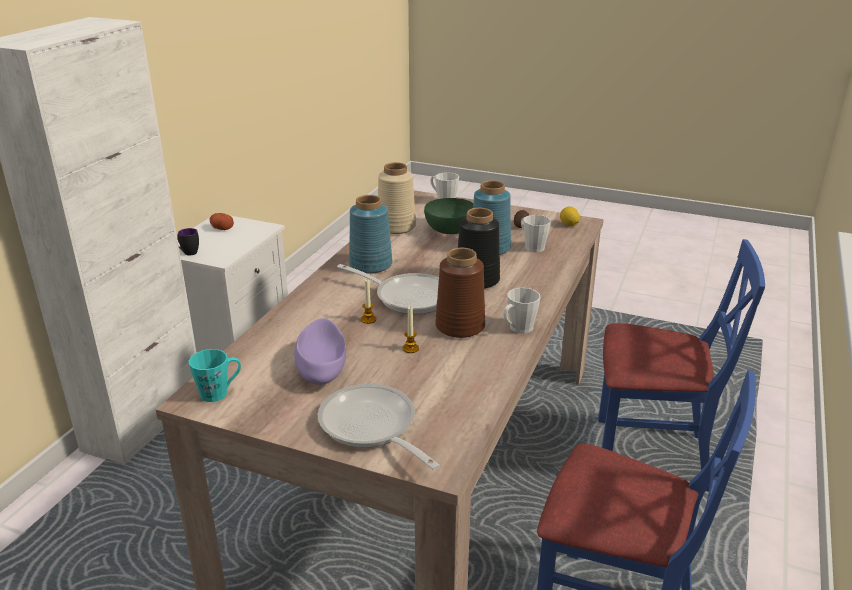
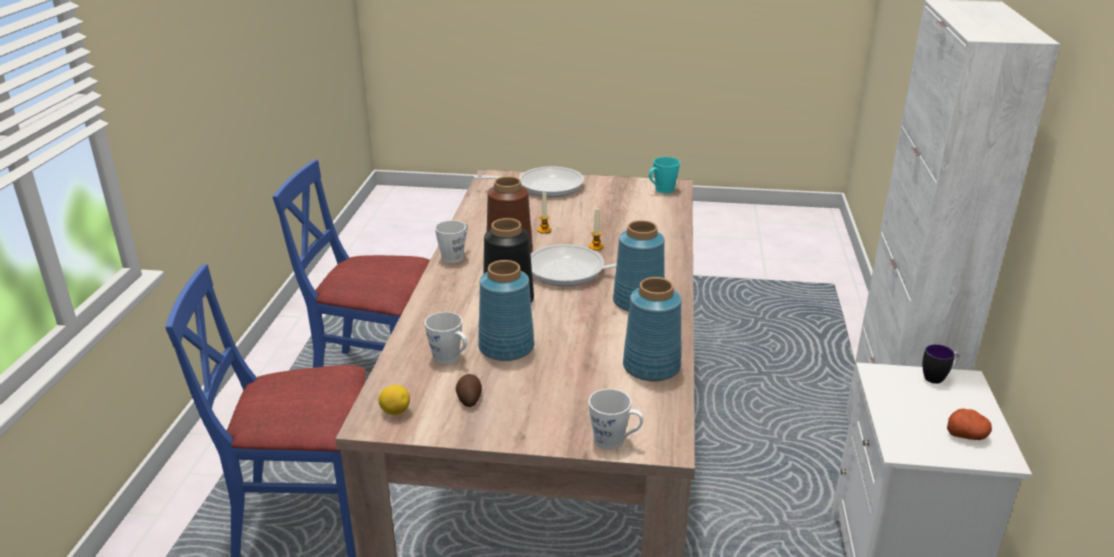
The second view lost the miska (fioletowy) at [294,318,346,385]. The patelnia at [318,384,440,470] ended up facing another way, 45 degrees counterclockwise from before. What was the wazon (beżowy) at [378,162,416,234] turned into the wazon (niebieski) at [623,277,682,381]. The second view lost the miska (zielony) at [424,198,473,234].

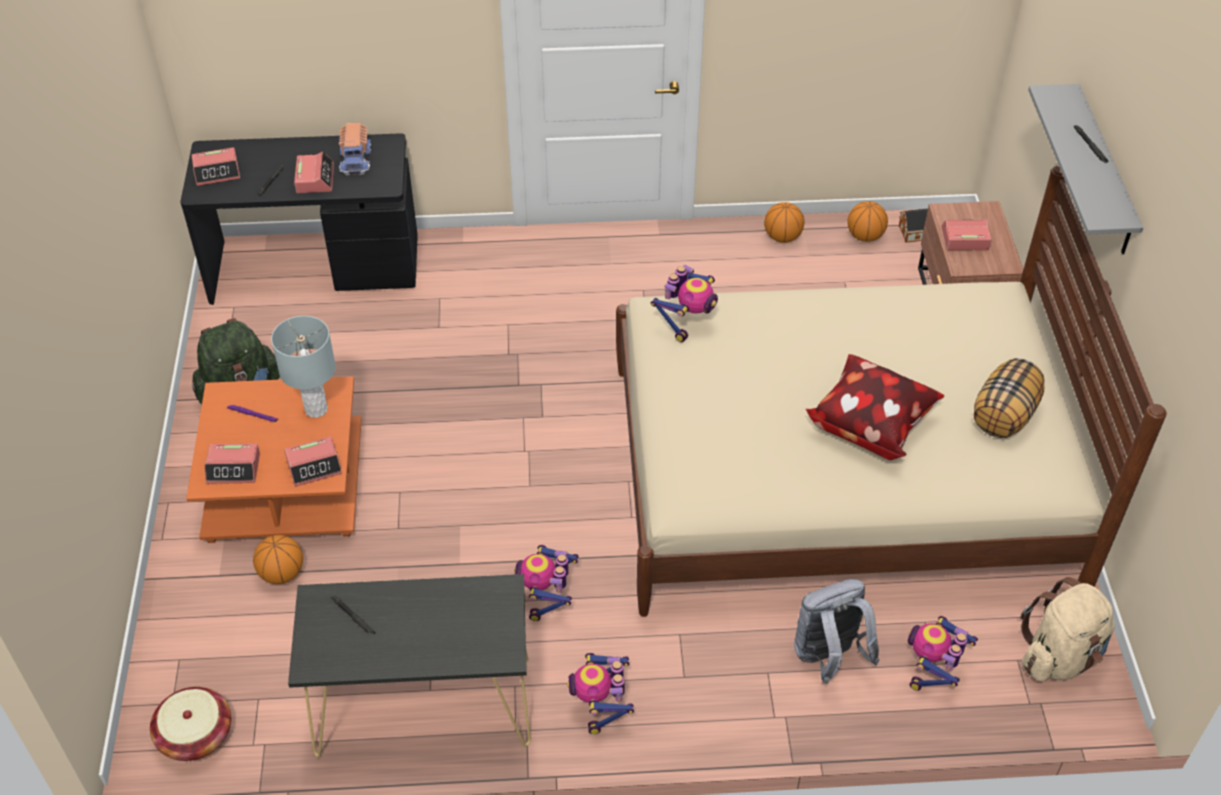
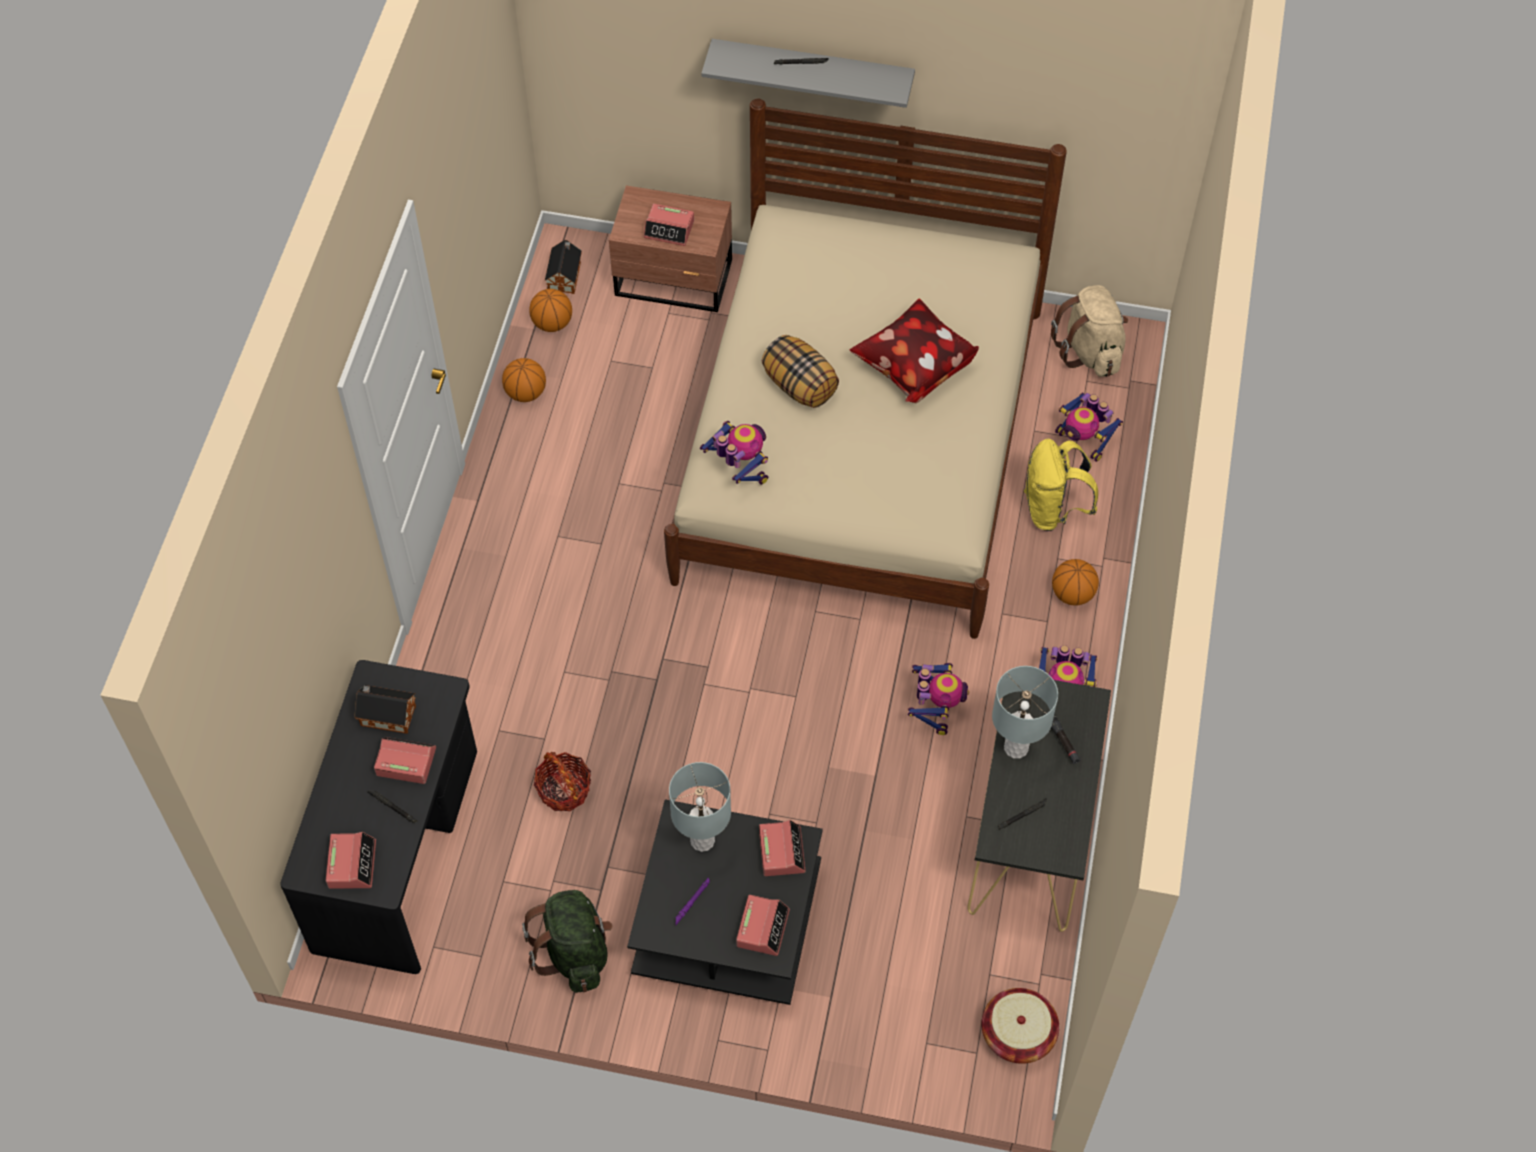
What was the ława (pomarańczowy) at [186,376,362,543] turned into the ława (czarny) at [627,799,823,1005]. The piłka do koszykówki ended up elsewhere, having gone from [253,535,303,584] to [1052,559,1099,606]. Where the ciężarówka zabawkowa stood at [339,123,371,175], the domek came to stand at [354,685,416,734]. The robot zabawkowy at [514,544,579,621] ended up facing another way, 105 degrees counterclockwise from before. What was the plecak (szary) at [794,579,880,684] turned into the plecak (żółty) at [1024,439,1098,531]. The budzik at [942,220,992,250] ended up facing another way, 90 degrees counterclockwise from before. The poduszka ended up elsewhere, having gone from [974,358,1045,438] to [762,335,839,408]. The second view gained the koszyk at [534,752,591,811]. The second view gained the lampa stołowa (szary) at [992,666,1058,758]. The second view gained the latarka (czarny) at [1044,711,1081,765].

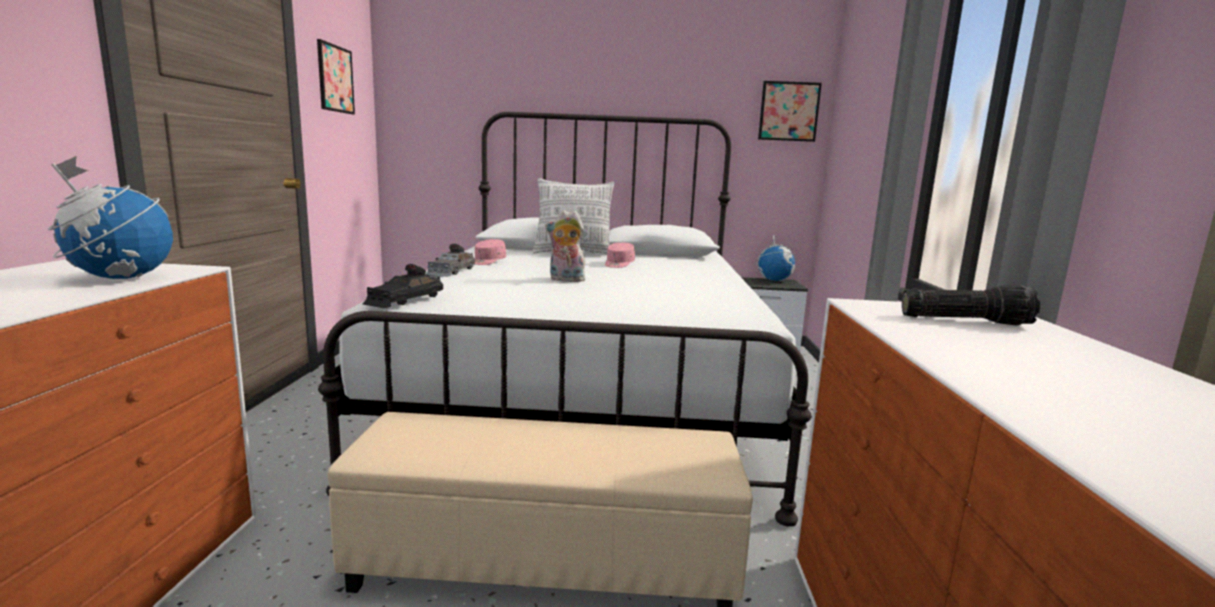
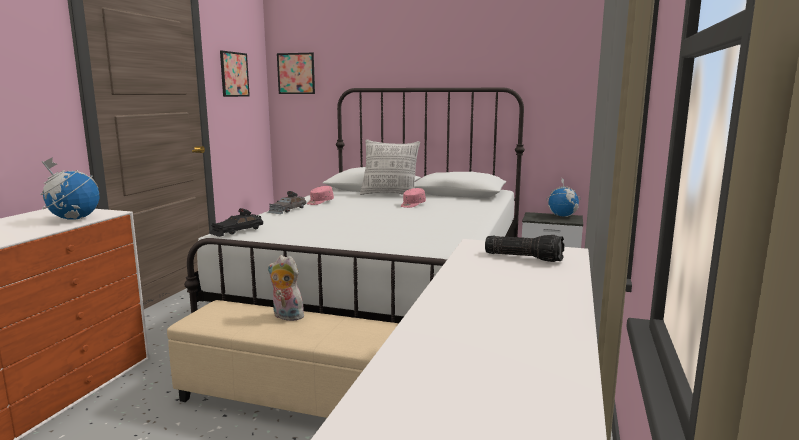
The pluszak ended up elsewhere, having gone from [545,210,585,282] to [268,255,304,321]. The obraz ended up elsewhere, having gone from [758,81,822,142] to [277,53,315,94].

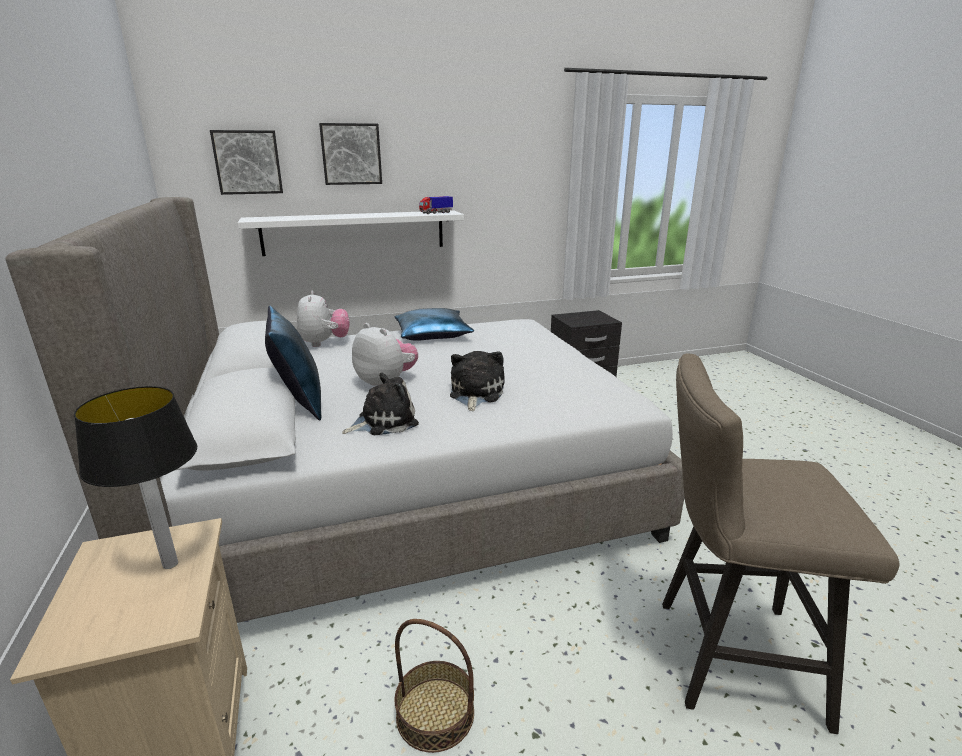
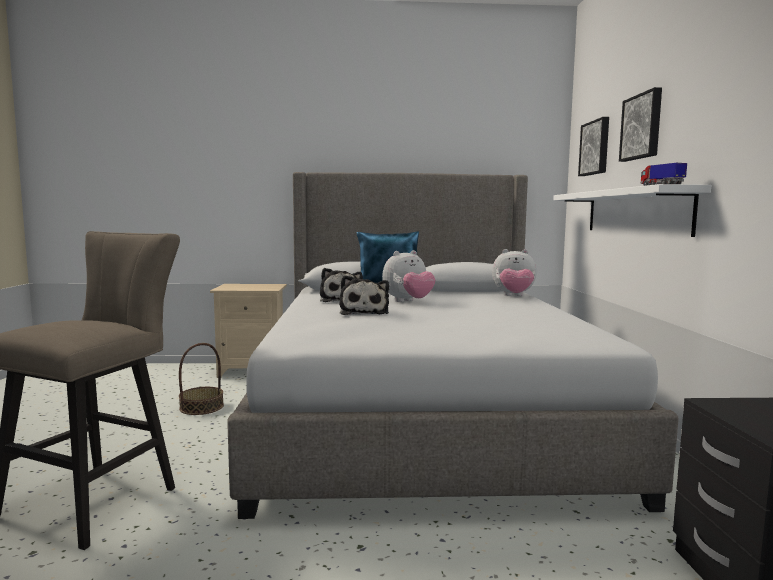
The second view lost the lampa stołowa at [74,386,197,569]. The second view lost the poduszka (niebieski) at [394,308,474,341]. The pluszak at [450,351,505,411] ended up facing another way, 60 degrees clockwise from before.

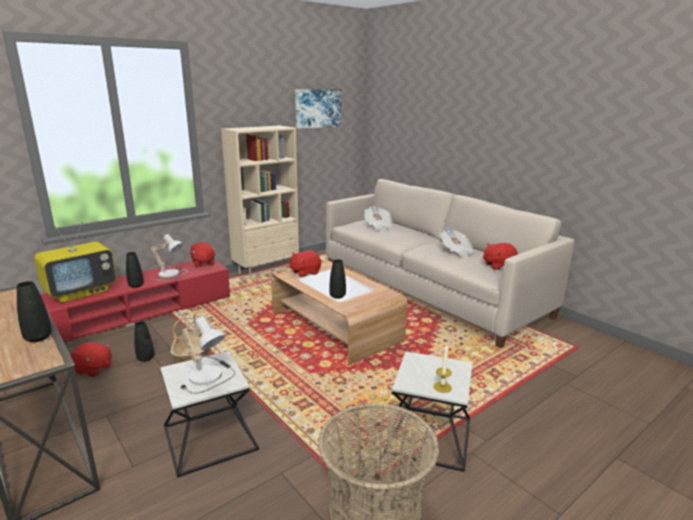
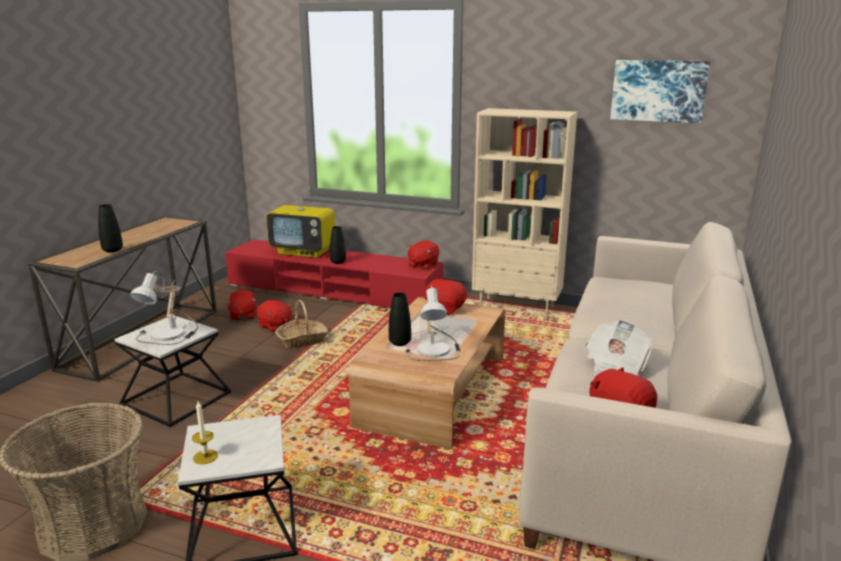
Where the wazon (czarny) stood at [134,321,154,362], the pluszak (czerwony) came to stand at [256,300,292,332]. The lampa stołowa ended up elsewhere, having gone from [150,234,188,281] to [406,286,461,361]. The second view lost the gazeta at [364,206,393,231].

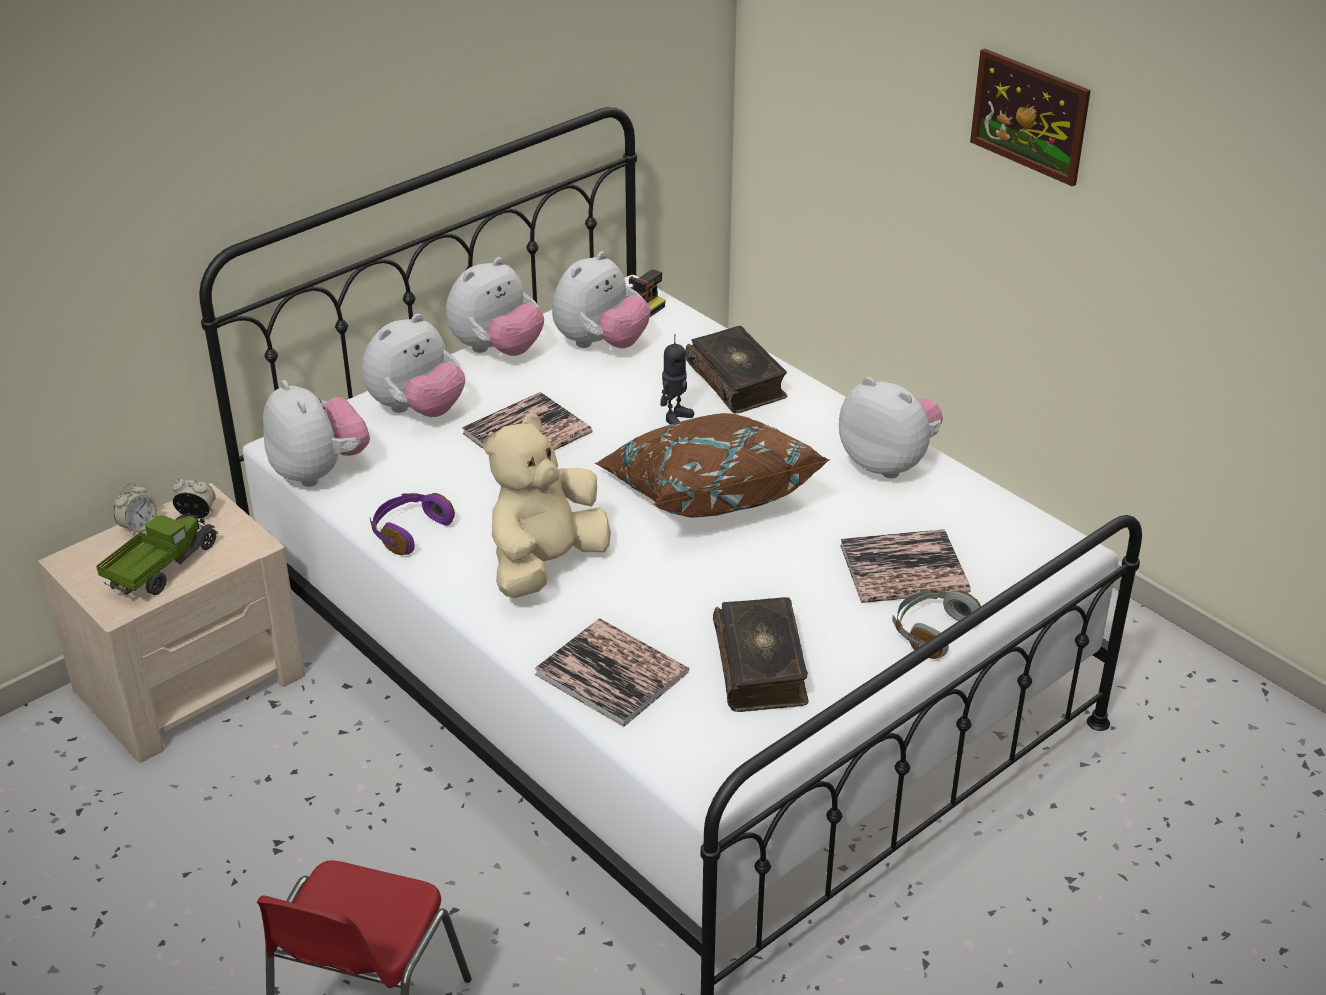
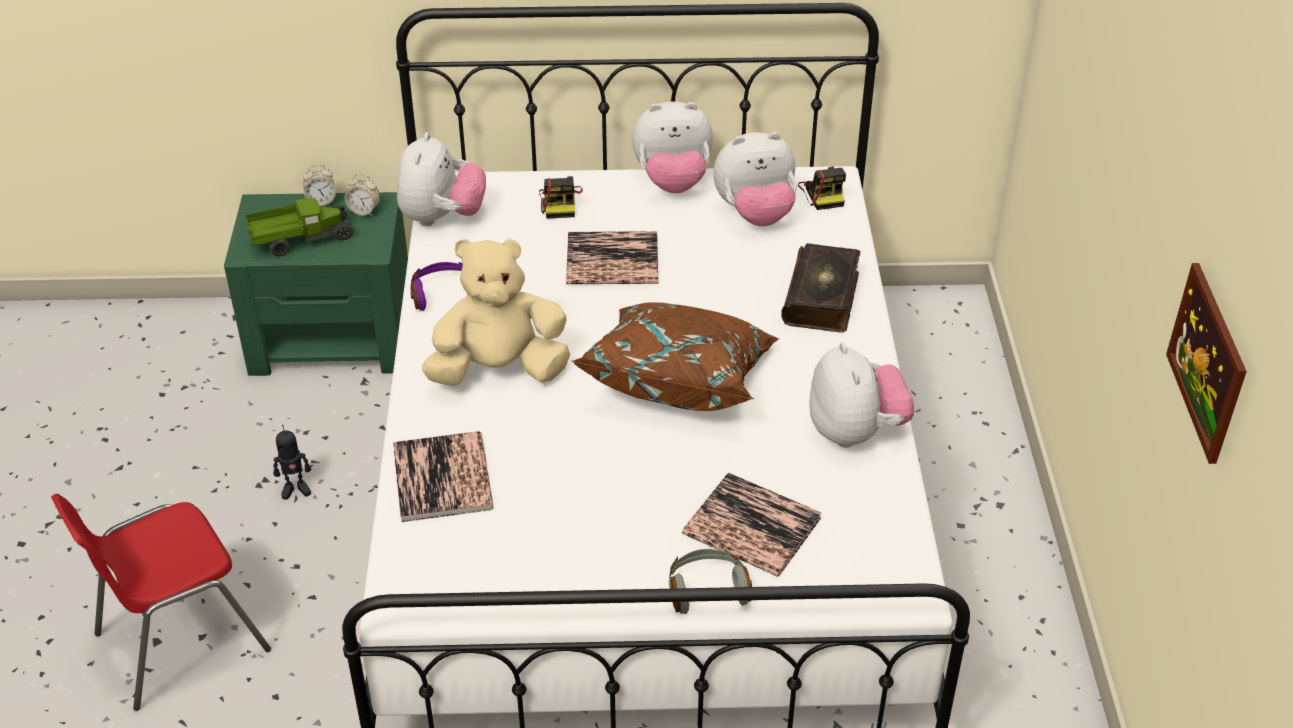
What was the szafka nocna (beżowy) at [38,483,305,763] turned into the szafka nocna (zielony) at [224,192,408,376]. The budzik at [172,477,216,519] ended up facing another way, 150 degrees clockwise from before. Where the pluszak stood at [362,314,465,417], the aparat fotograficzny came to stand at [539,176,583,219]. The robot zabawkowy ended up elsewhere, having gone from [660,334,694,424] to [273,425,311,500]. The second view lost the książka at [713,597,809,712]. The obraz ended up elsewhere, having gone from [970,48,1091,187] to [1166,263,1247,464].

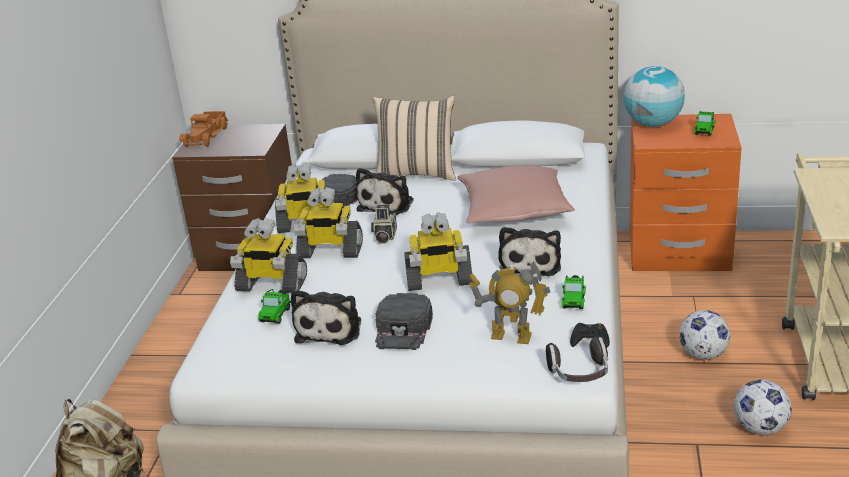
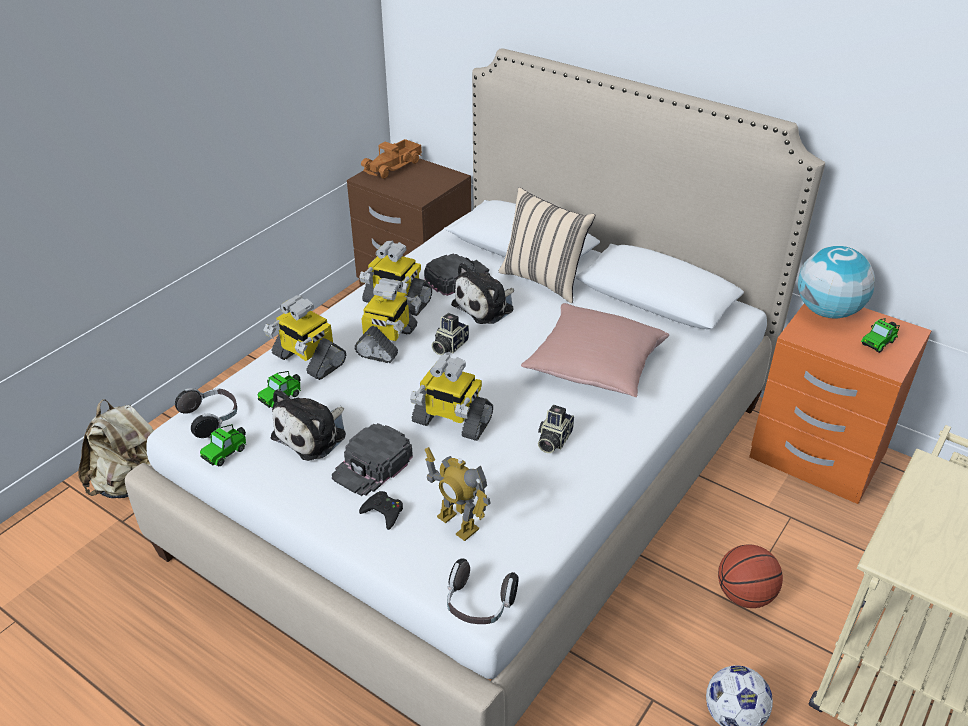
The robot zabawkowy at [294,187,363,258] ended up facing another way, 105 degrees counterclockwise from before. Where the pluszak stood at [498,227,561,276], the aparat fotograficzny came to stand at [538,405,574,453]. The samochodzik ended up elsewhere, having gone from [561,275,586,309] to [200,424,246,466]. The pad do gier (czarny) ended up elsewhere, having gone from [570,323,610,347] to [359,491,403,530]. Where the piłka futbolowa stood at [679,310,730,360], the piłka do koszykówki came to stand at [718,544,783,608]. The second view gained the słuchawki at [175,388,237,438].

